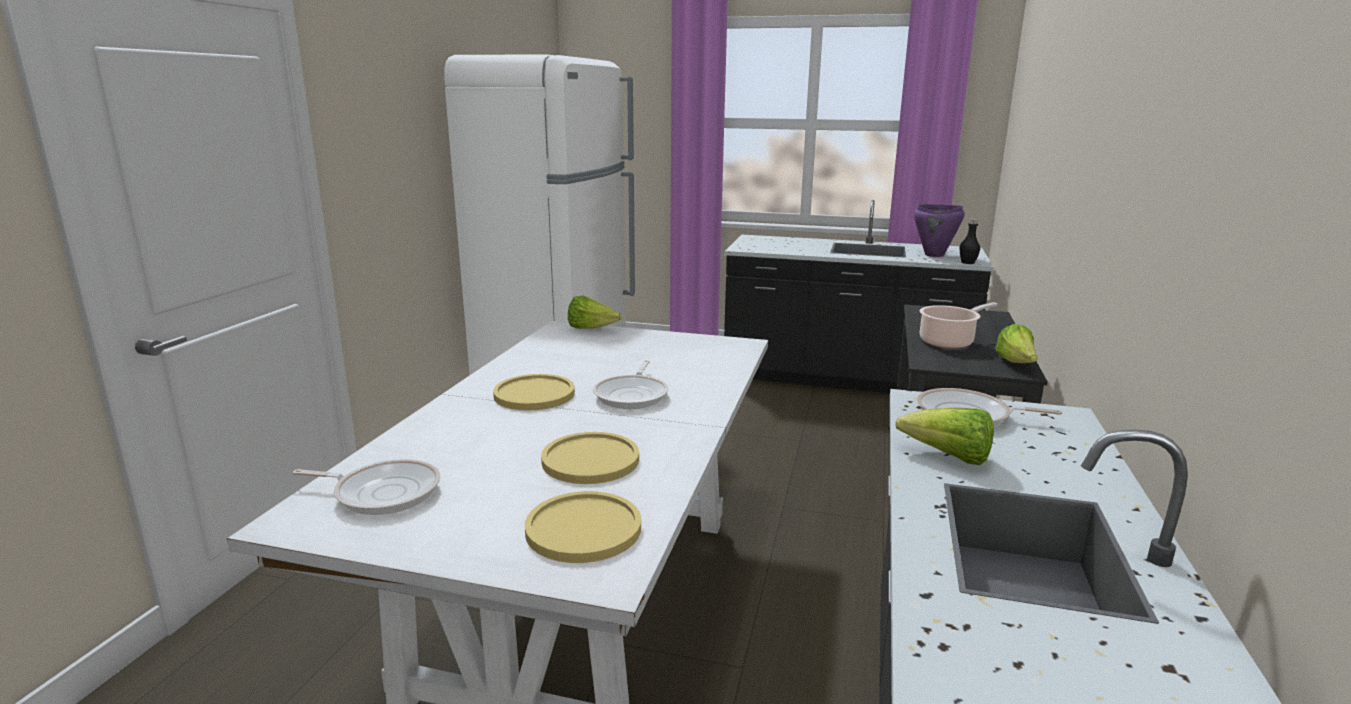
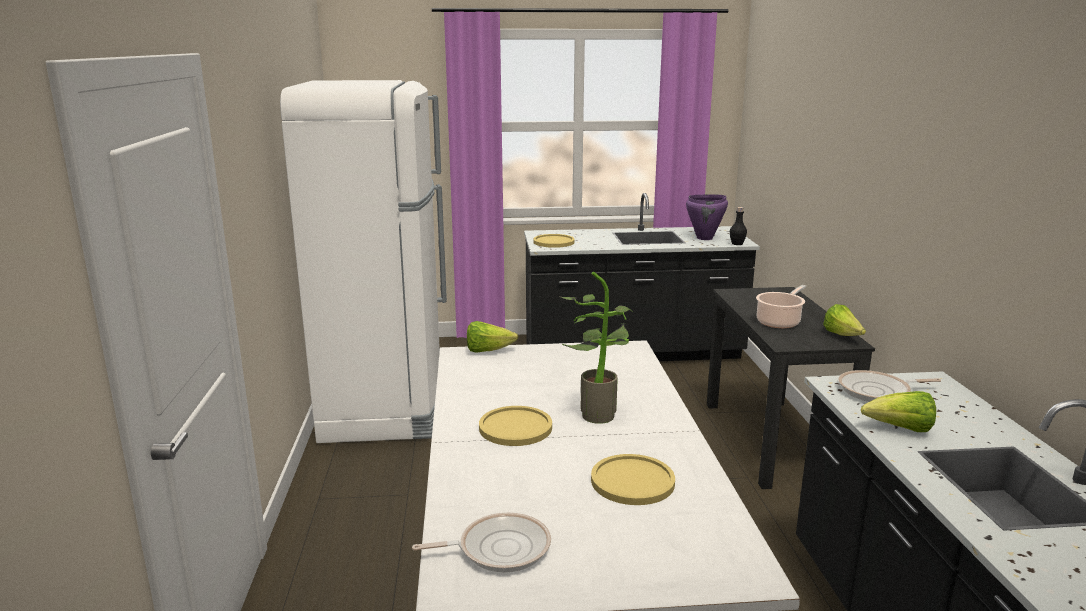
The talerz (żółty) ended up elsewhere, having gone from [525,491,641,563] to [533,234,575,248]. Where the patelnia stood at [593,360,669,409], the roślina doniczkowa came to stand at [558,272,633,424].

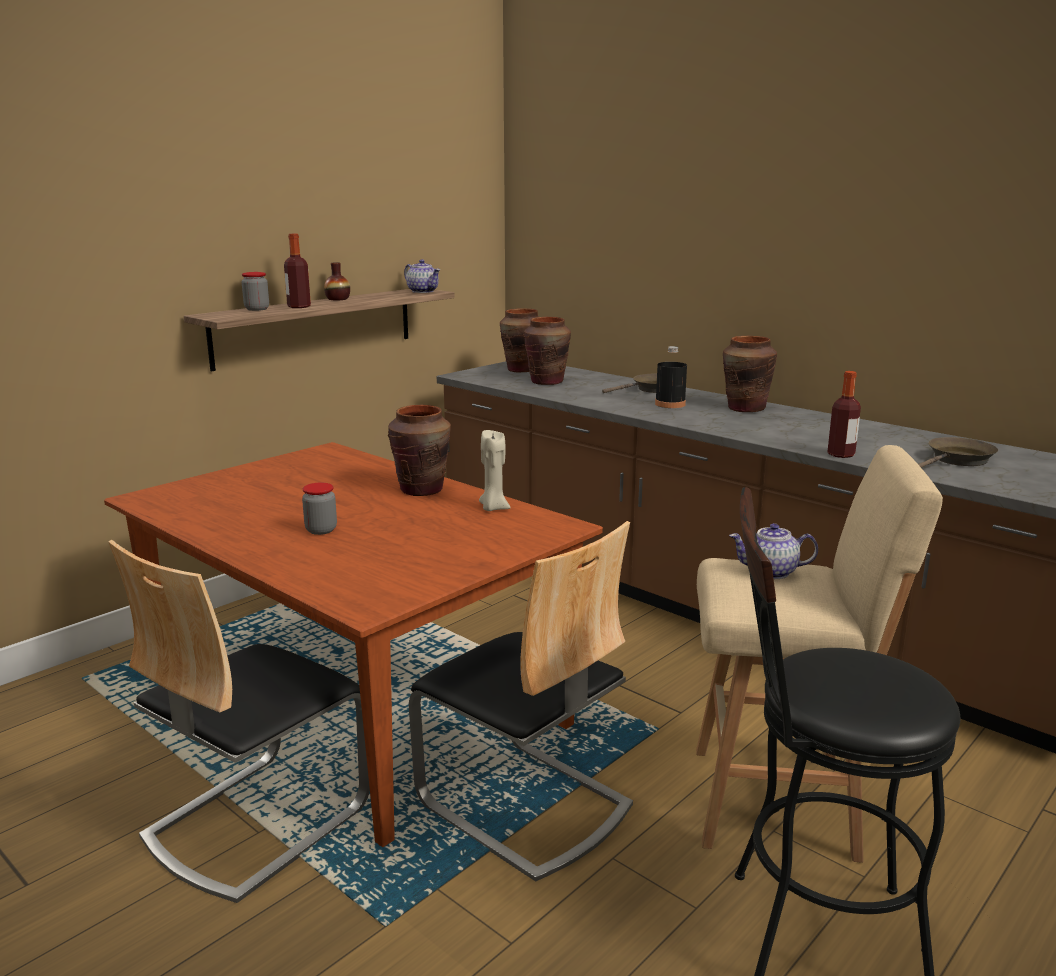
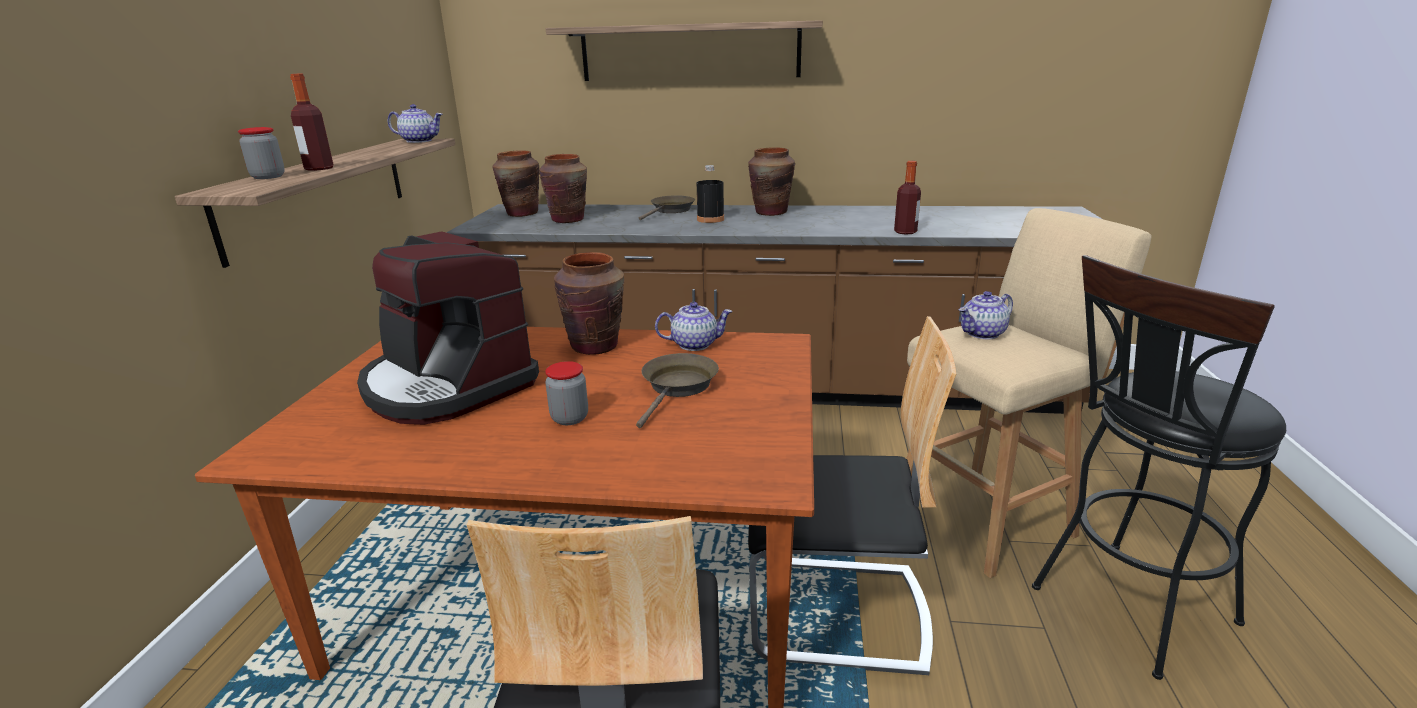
The second view lost the wazon at [324,262,350,300]. Where the świeca (beżowy) stood at [479,430,511,511], the imbryk came to stand at [655,302,732,351]. The patelnia (brązowy) ended up elsewhere, having gone from [918,437,998,468] to [636,353,719,428]. The second view gained the ekspres do kawy at [357,231,539,425]. The second view gained the półka at [546,20,823,81].

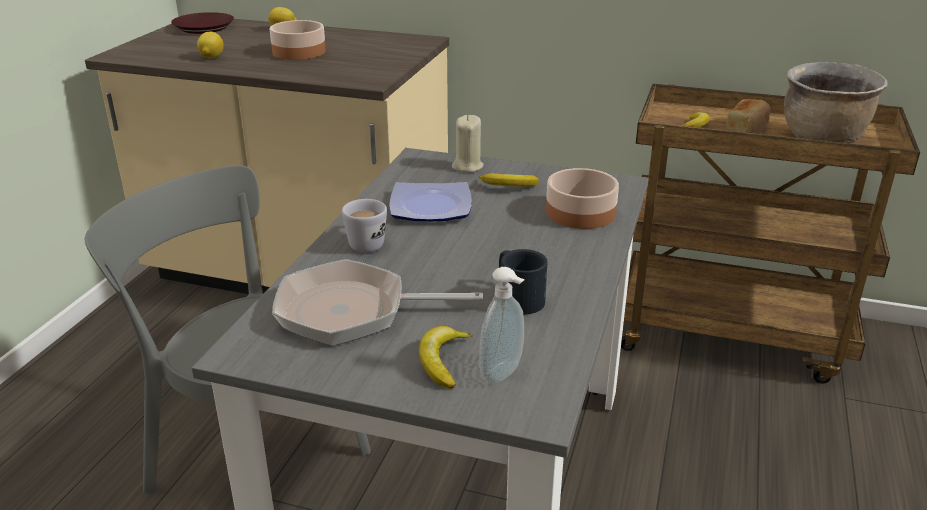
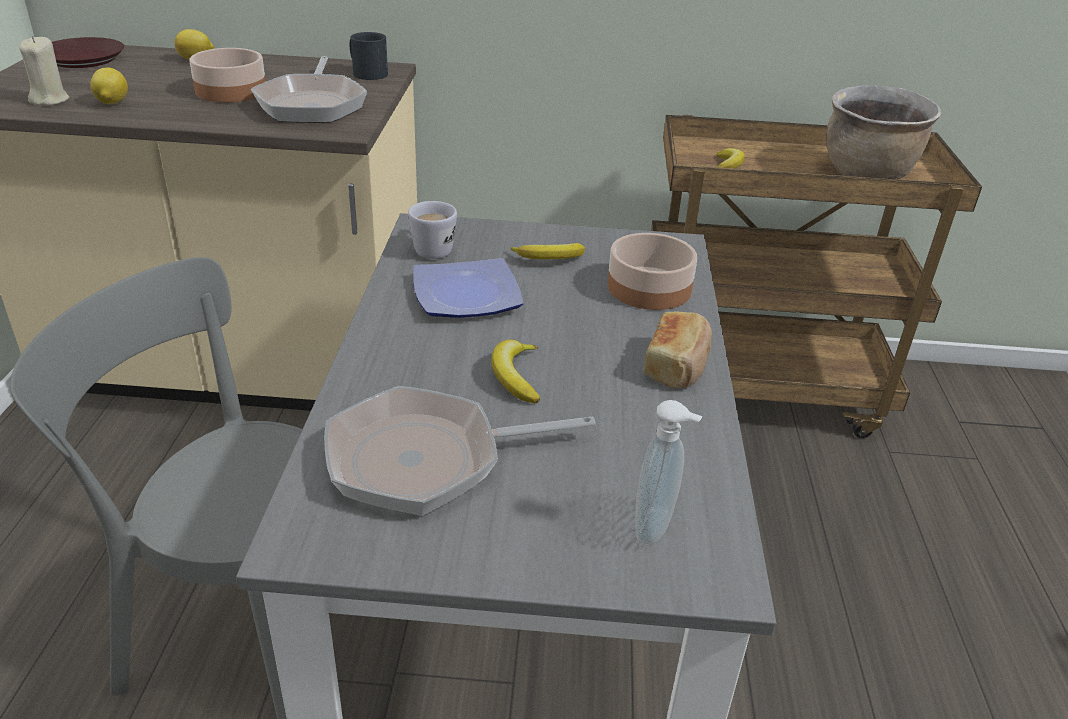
The kubek (biały) ended up elsewhere, having gone from [342,199,387,253] to [408,201,457,259]. The banan ended up elsewhere, having gone from [419,326,473,389] to [491,340,541,403]. The świeca (beżowy) ended up elsewhere, having gone from [452,115,484,172] to [19,36,69,106]. The kubek (czarny) ended up elsewhere, having gone from [499,249,548,314] to [350,32,388,80]. The chleb ended up elsewhere, having gone from [726,99,770,134] to [644,312,712,388]. The second view gained the patelnia at [251,56,367,123].

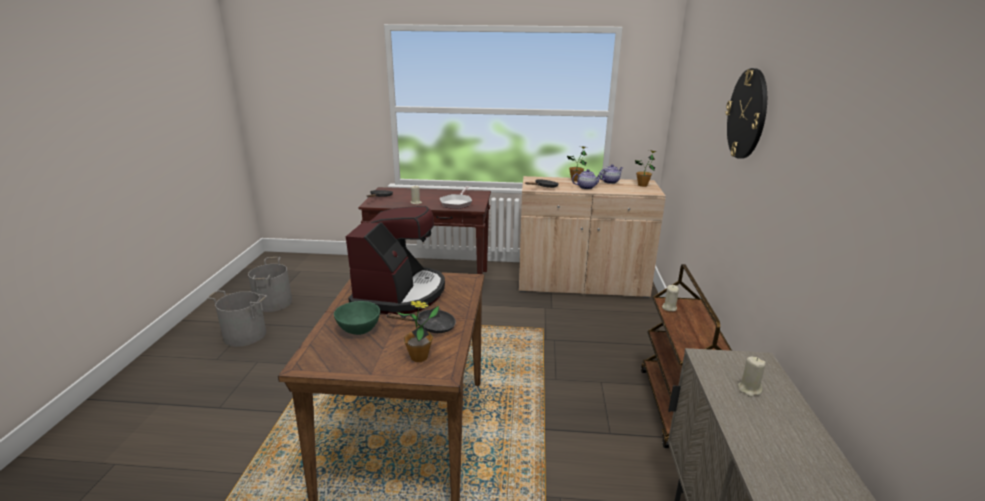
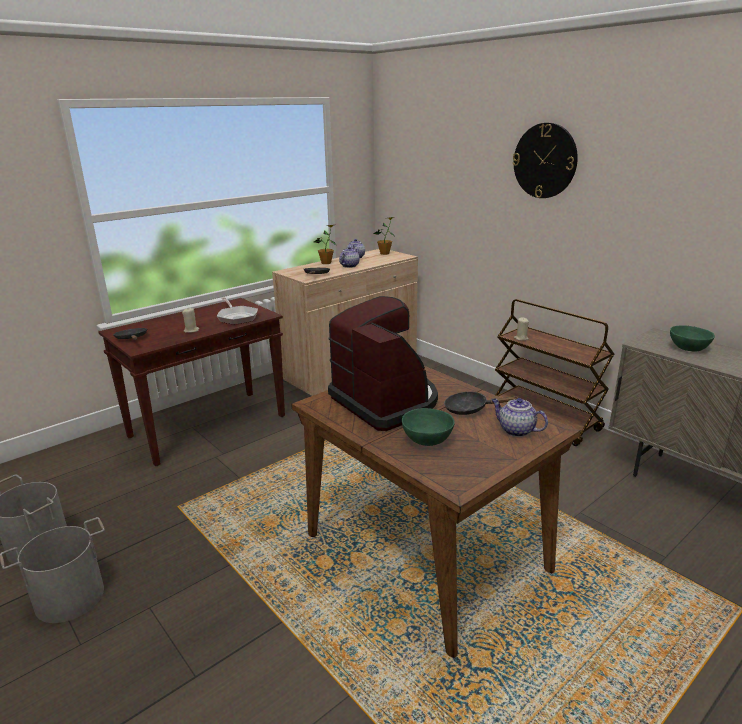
The patelnia (czarny) at [387,310,456,333] ended up facing another way, 120 degrees counterclockwise from before. Where the roślina doniczkowa stood at [396,300,440,362], the imbryk came to stand at [491,398,548,437]. Where the świeca (beżowy) stood at [738,357,766,397], the miska (zielony) came to stand at [670,325,715,352].

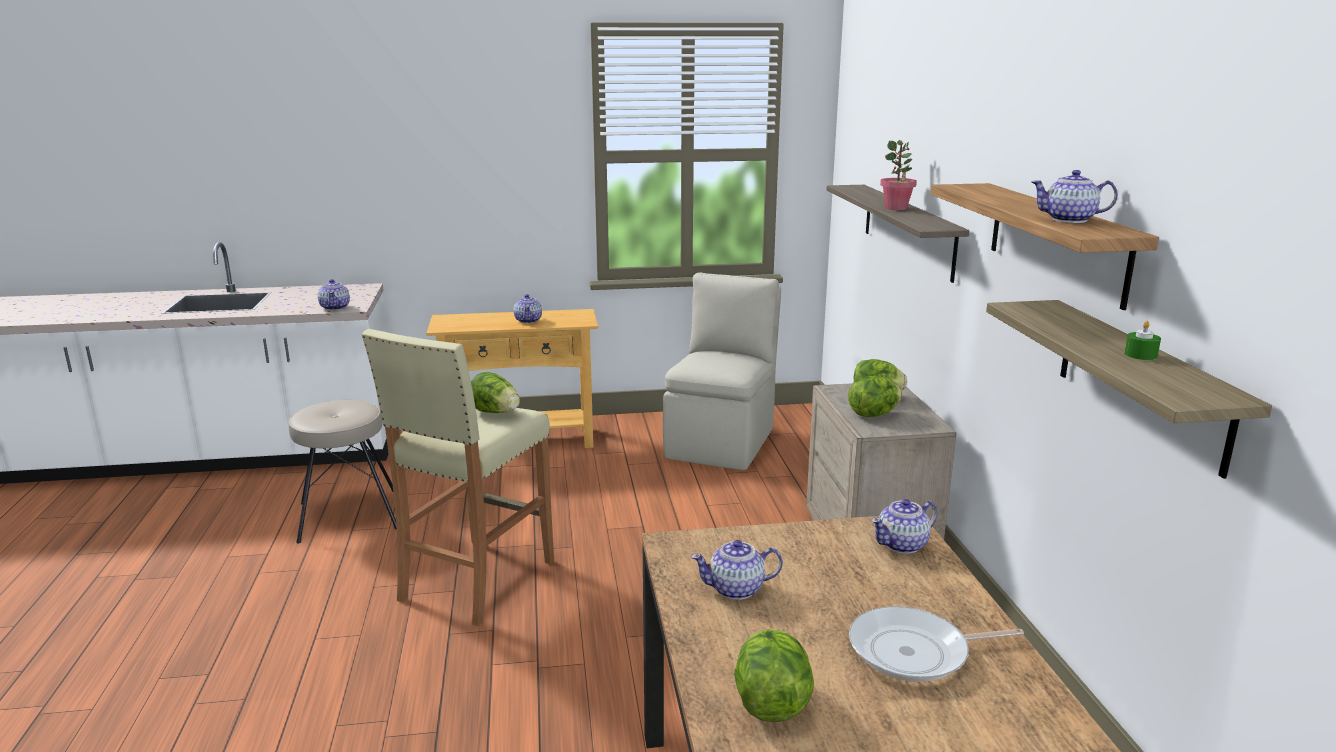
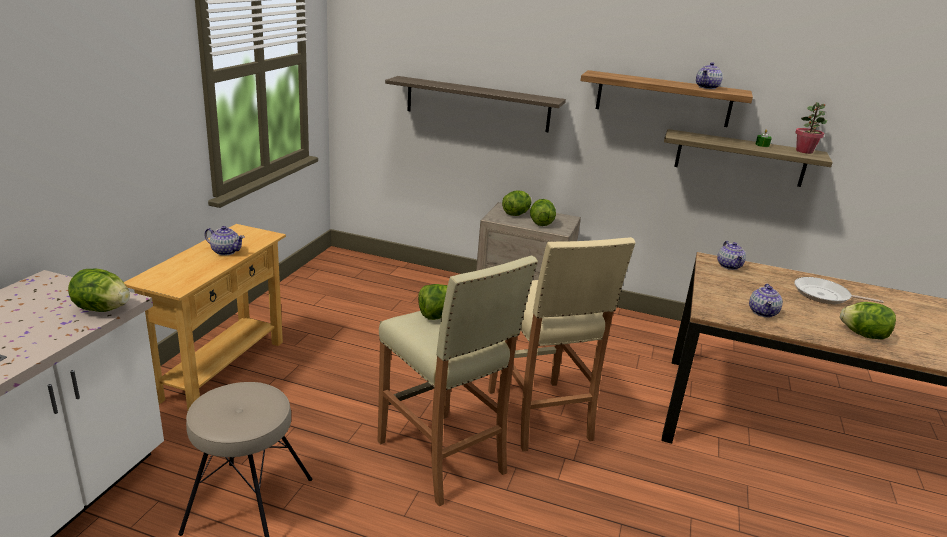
Where the imbryk stood at [318,279,350,311], the sałata came to stand at [68,268,130,312]. The second view lost the krzesło (beżowy) at [663,272,781,470]. The patelnia at [849,606,1024,682] ended up facing another way, 90 degrees clockwise from before. The roślina doniczkowa ended up elsewhere, having gone from [880,140,917,210] to [795,102,827,154]. The second view gained the stołek (beżowy) at [488,237,636,452].

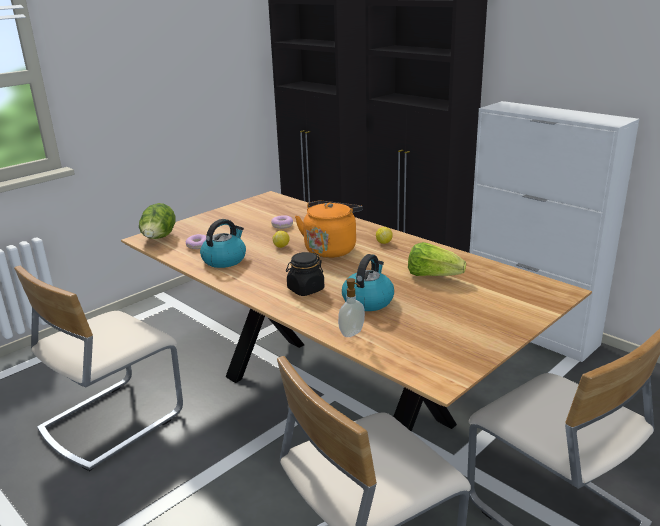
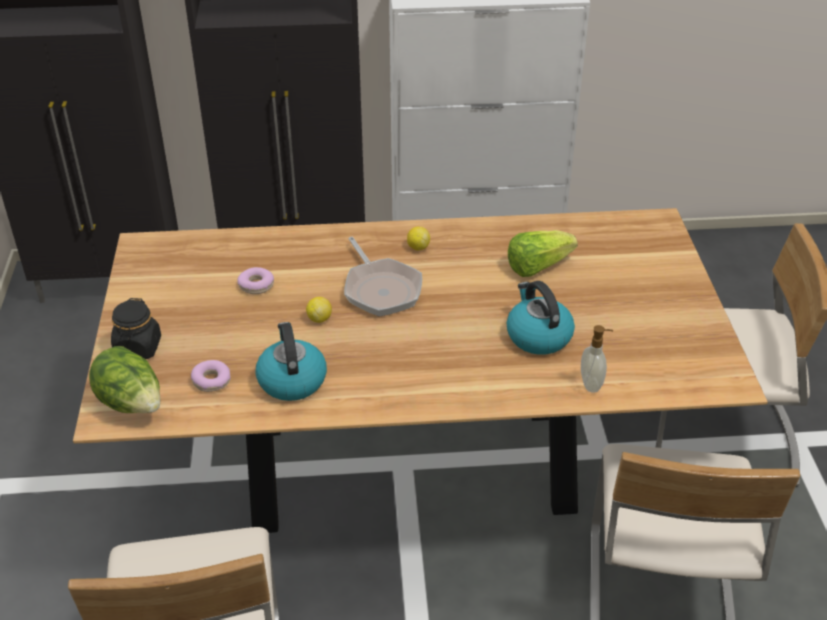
The słoik (czarny) ended up elsewhere, having gone from [286,252,324,296] to [111,298,161,359]. Where the czajnik (pomarańczowy) stood at [295,201,363,258], the patelnia came to stand at [344,237,422,317].

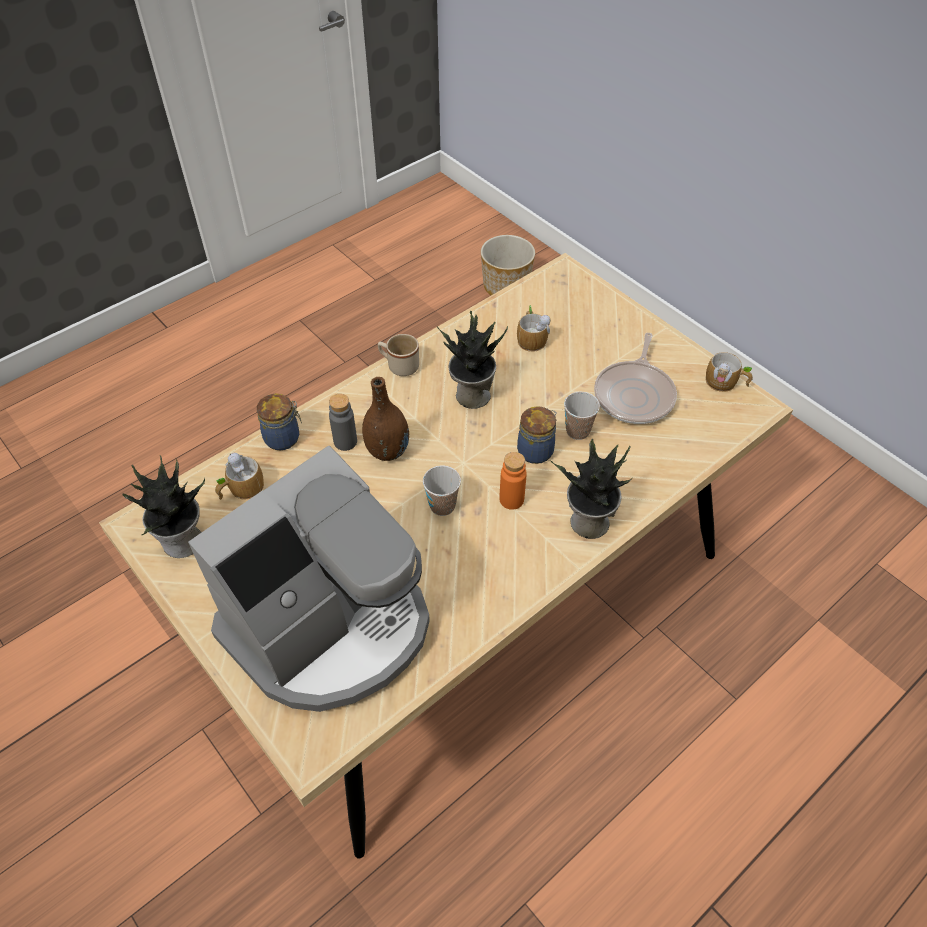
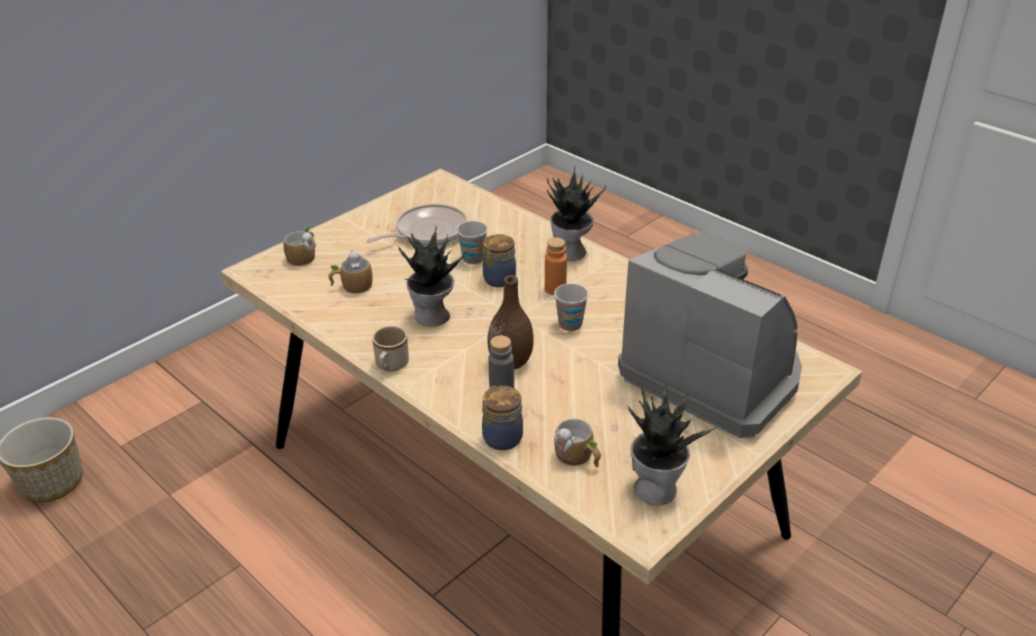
The patelnia at [594,333,677,424] ended up facing another way, 45 degrees counterclockwise from before. The kubek ended up elsewhere, having gone from [705,352,753,392] to [283,225,316,266].

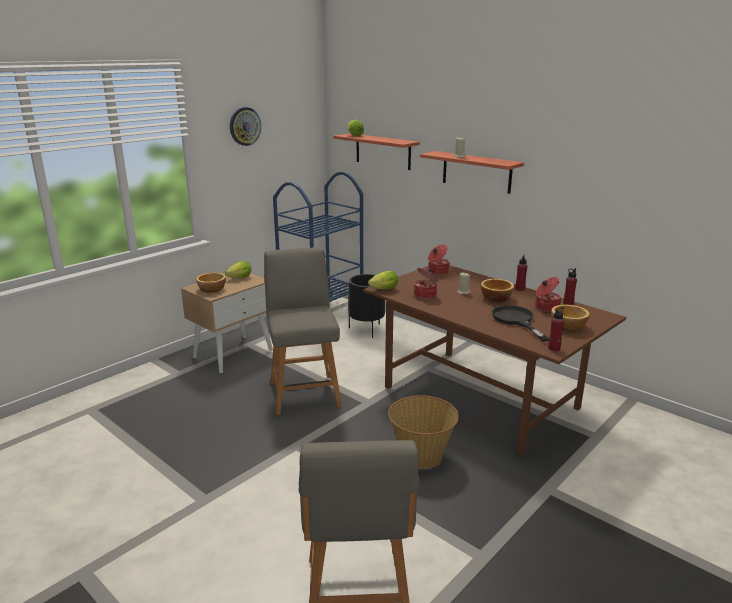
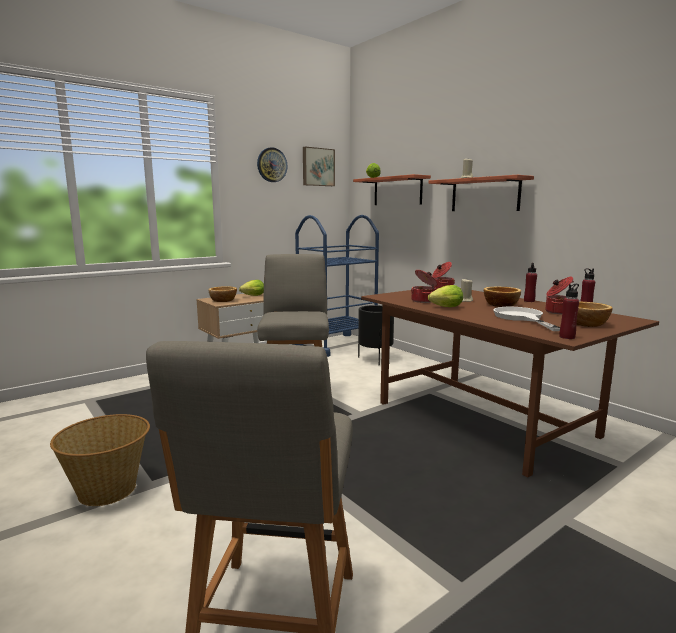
The sałata ended up elsewhere, having gone from [368,271,398,289] to [428,285,463,307]. The koszyk ended up elsewhere, having gone from [388,395,459,469] to [50,414,150,506]. What was the patelnia (czarny) at [492,305,549,342] turned into the patelnia (biały) at [493,307,560,331]. The second view gained the obraz at [303,147,335,186].

